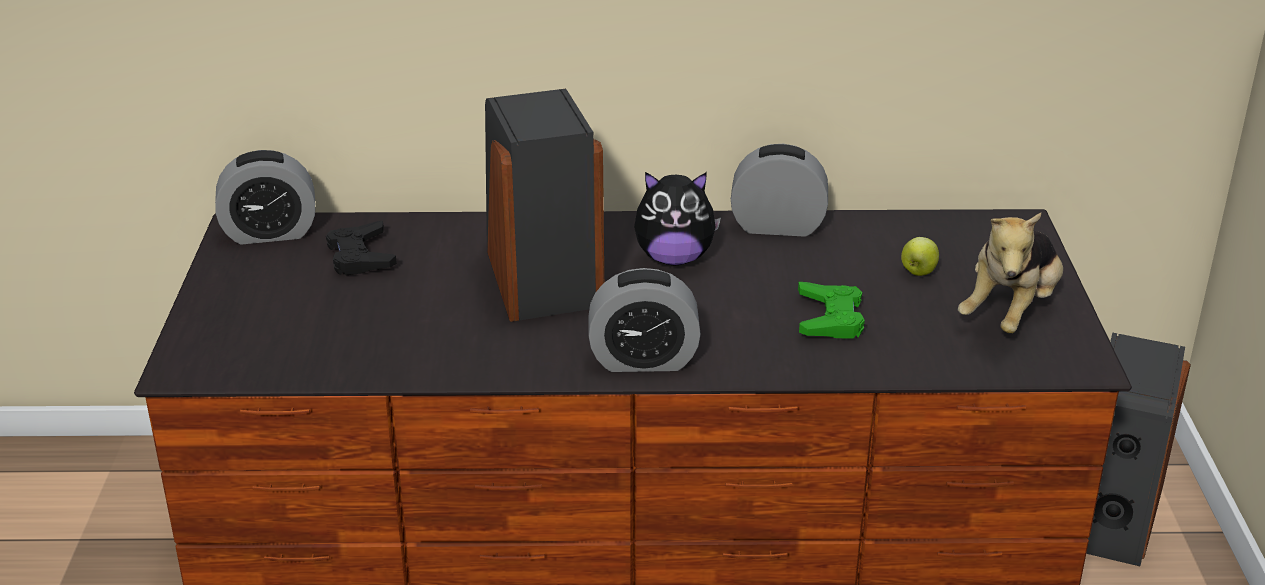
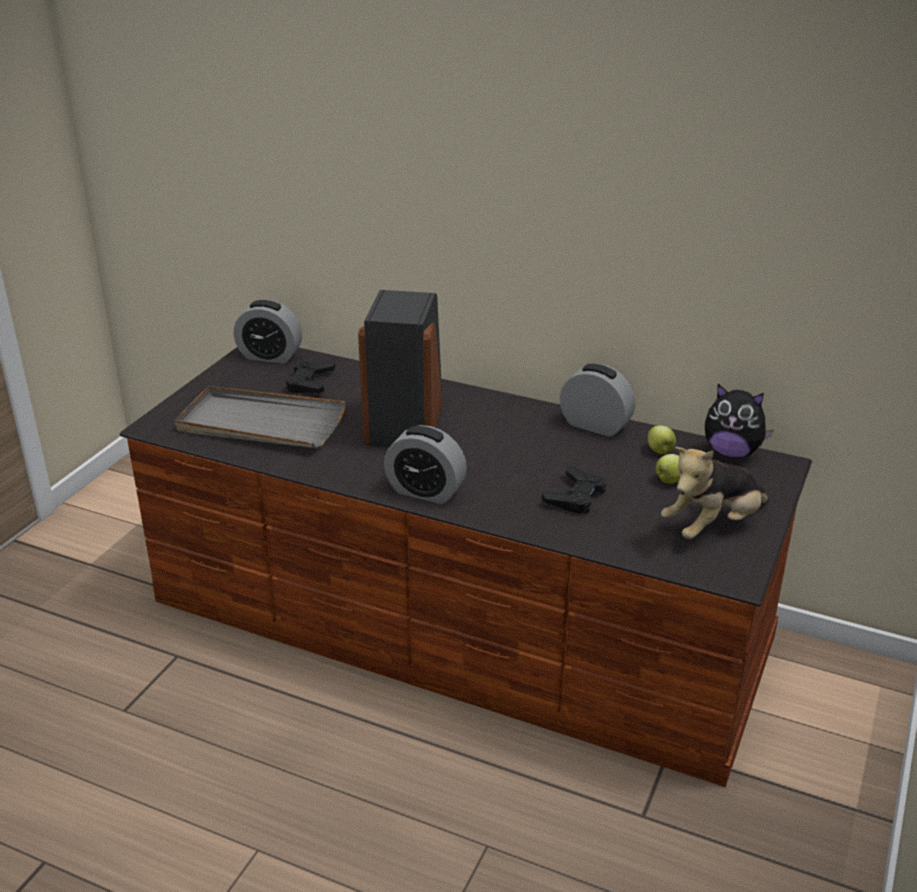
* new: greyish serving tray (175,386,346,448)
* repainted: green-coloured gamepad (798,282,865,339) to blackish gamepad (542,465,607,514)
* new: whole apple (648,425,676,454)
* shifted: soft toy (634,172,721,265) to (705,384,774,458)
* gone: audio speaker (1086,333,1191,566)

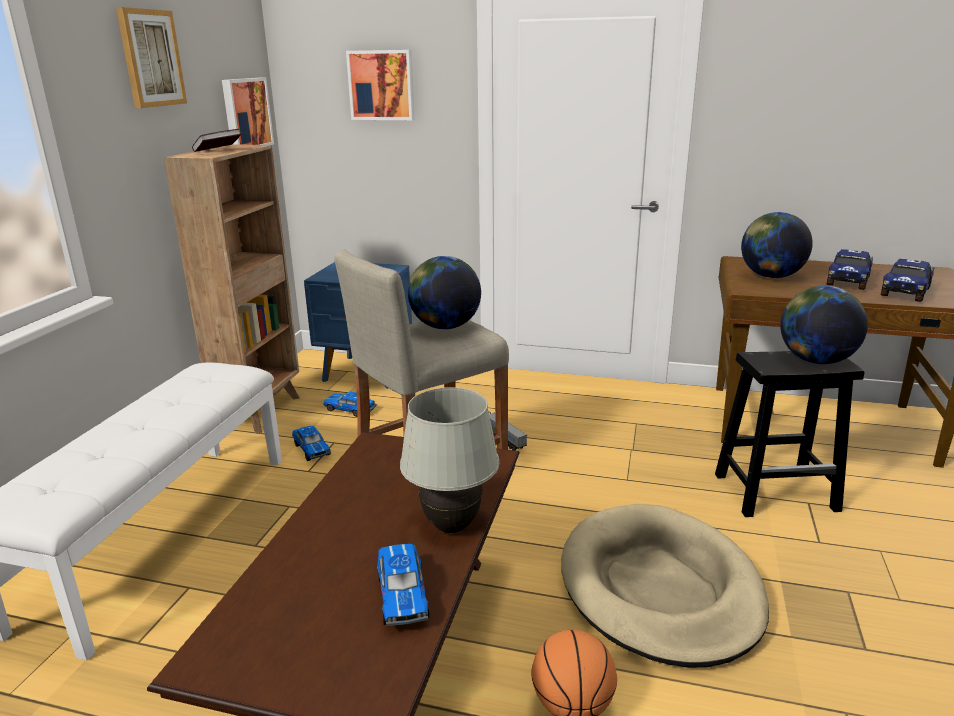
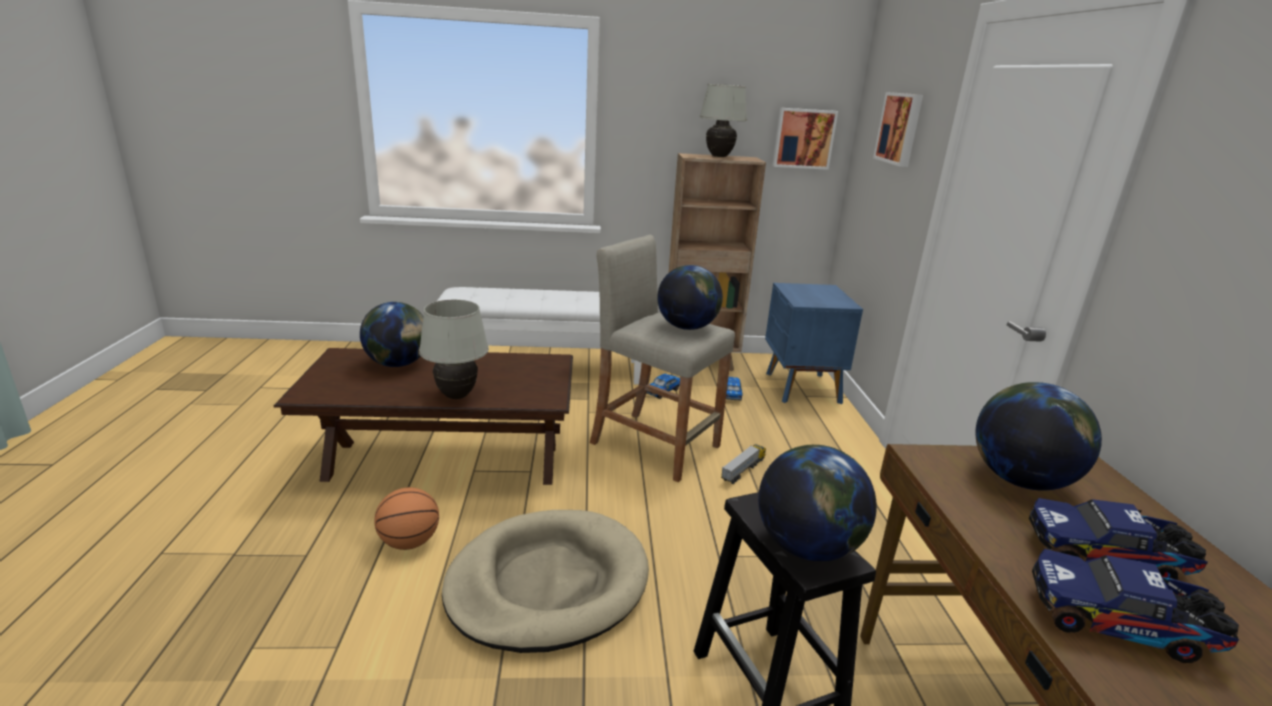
* new: desk globe (360,302,424,367)
* swapped: bound book (192,129,241,152) to white table lamp (699,84,747,157)
* gone: wall art (116,7,187,108)
* gone: toy car (377,544,429,627)

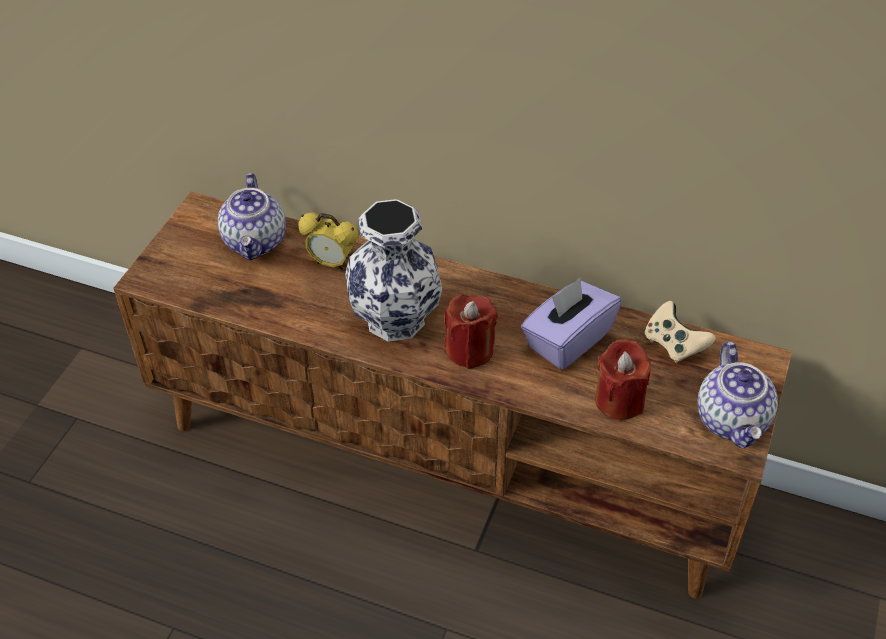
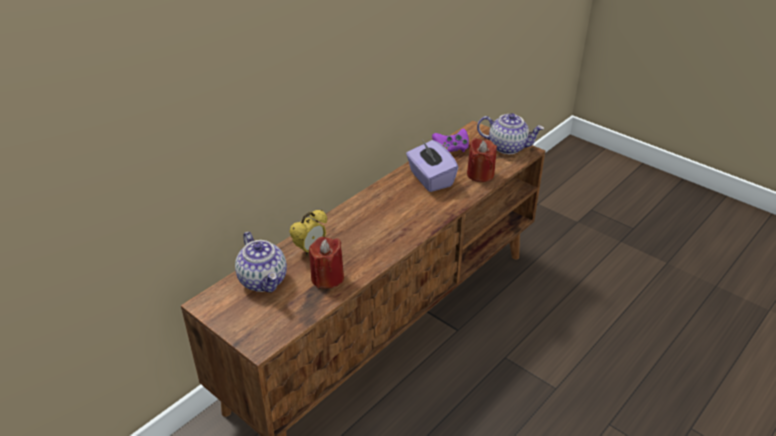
* rotated: pot for tea (218,173,286,260) = (235,232,287,293) 45 degrees clockwise
* shifted: reddish wax light (444,295,498,369) to (309,237,344,289)
* repainted: sand-coloured gamepad (644,301,716,363) to purple-coloured gamepad (432,129,469,152)
* gone: flower vase (345,199,443,342)

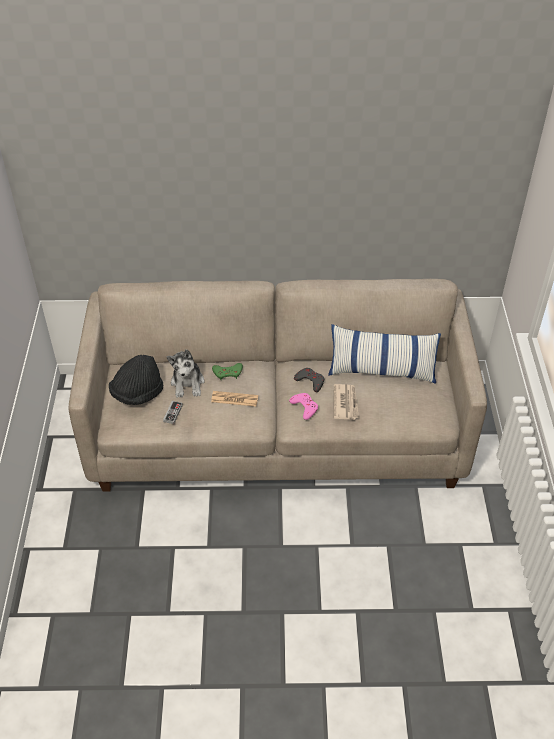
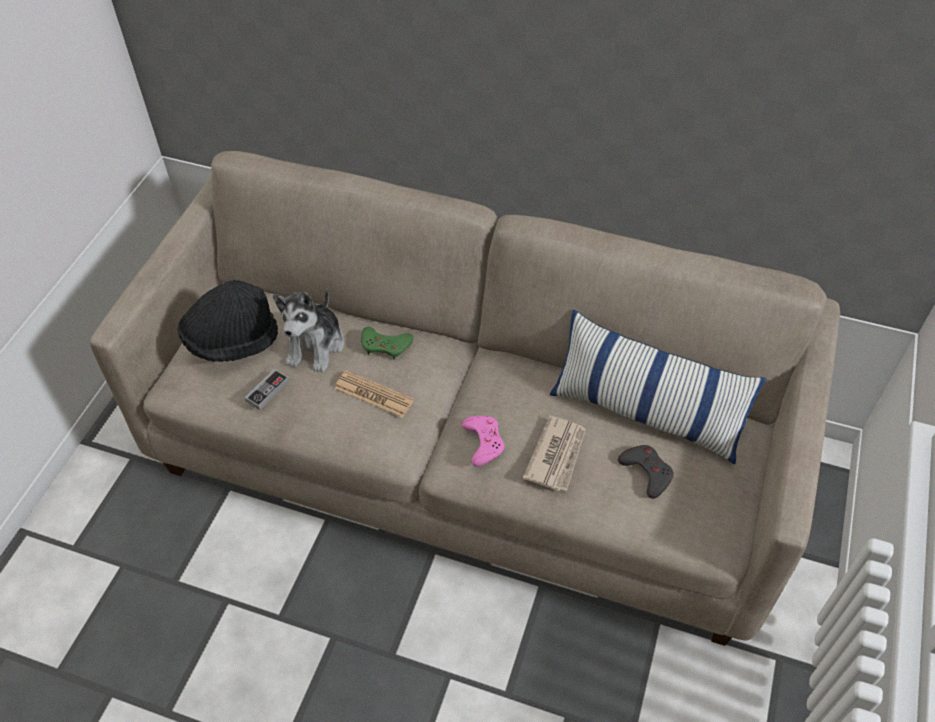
* shifted: greyish gamepad (294,368,324,392) to (618,445,674,499)

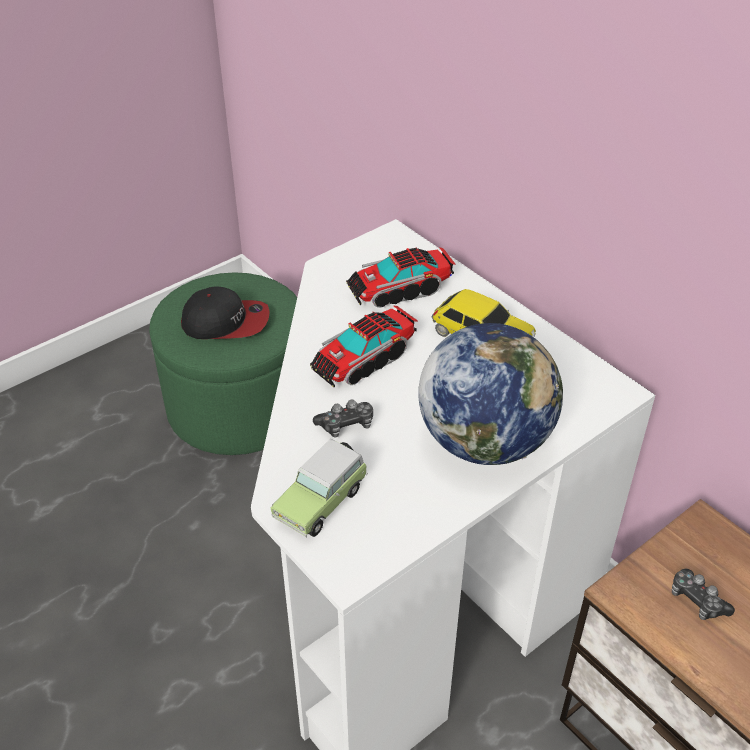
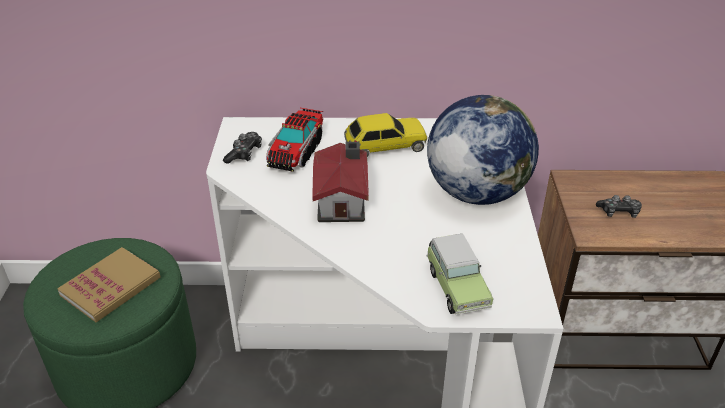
* swapped: baseball cap (181,286,270,339) to bound book (57,247,161,322)
* shifted: gamepad (313,399,373,437) to (223,132,262,164)
* swapped: model truck (310,306,418,387) to model house (312,142,369,222)

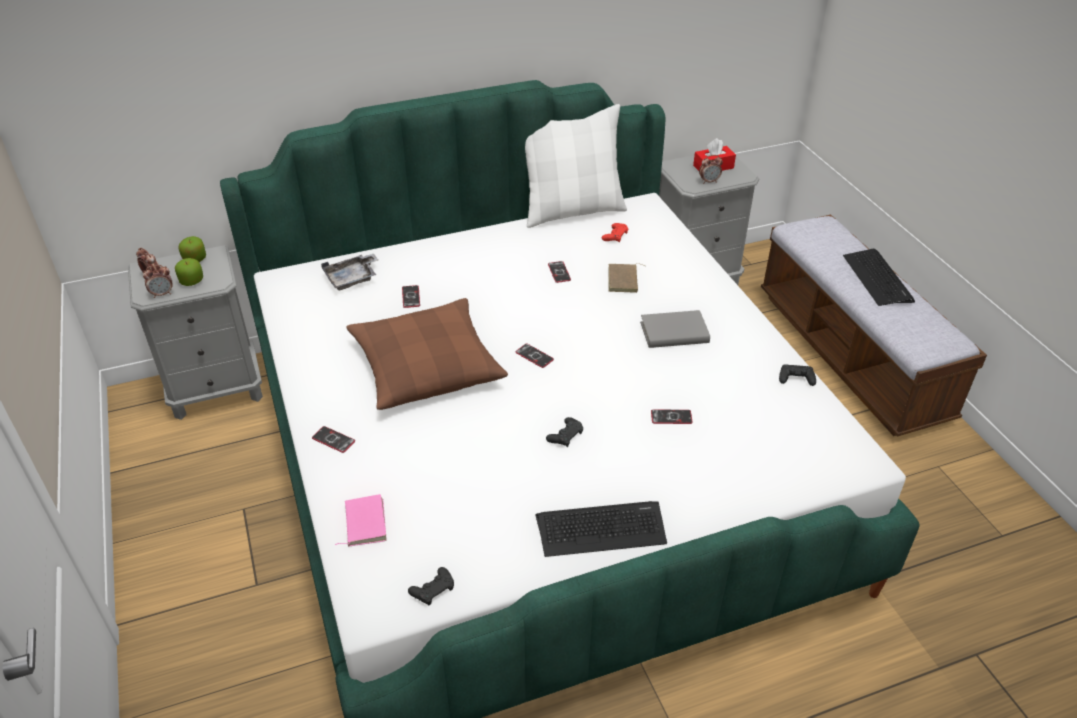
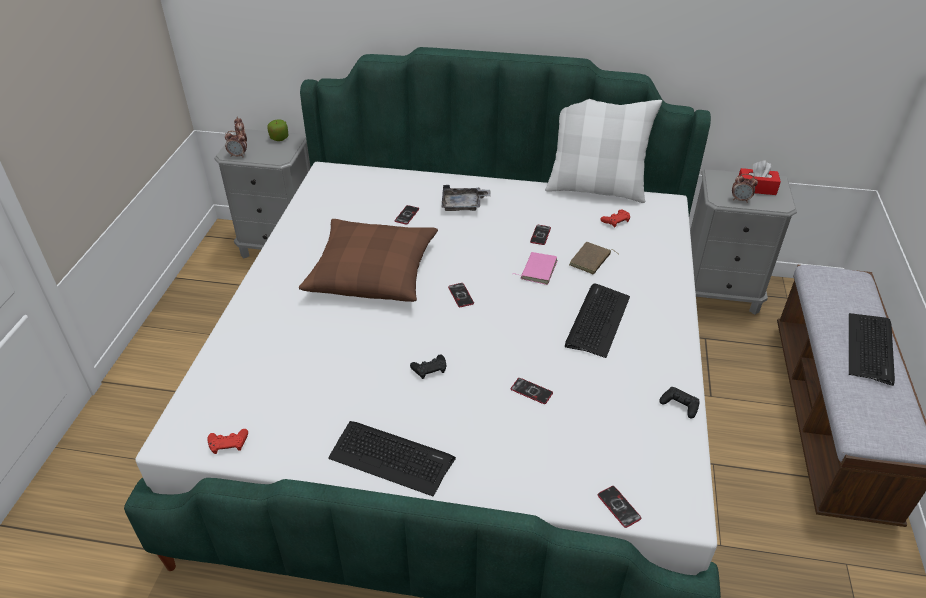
* repainted: blackish gamepad (408,567,454,605) to reddish gamepad (207,429,248,454)
* shifted: greyish serving tray (321,254,378,290) to (441,185,490,211)
* shifted: pink-coloured bound book (335,494,387,546) to (517,252,557,285)
* swapped: greyish bound book (640,310,710,348) to PC keyboard (565,284,630,358)
* shifted: phone (312,426,355,453) to (597,486,641,528)
* gone: whole apple (175,258,203,286)

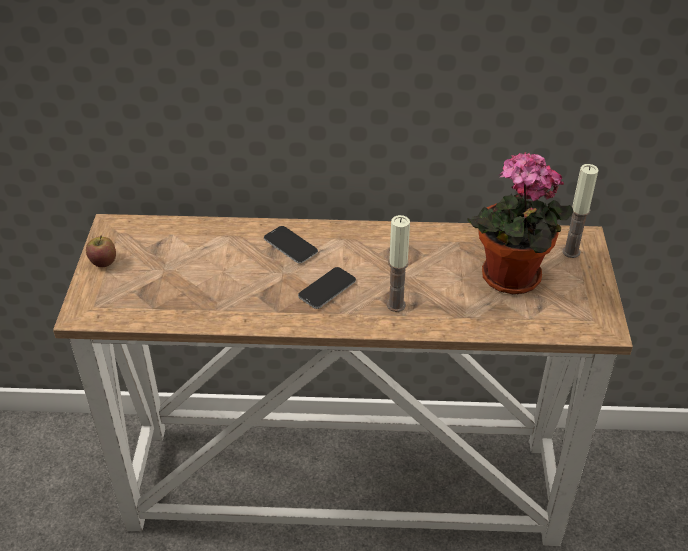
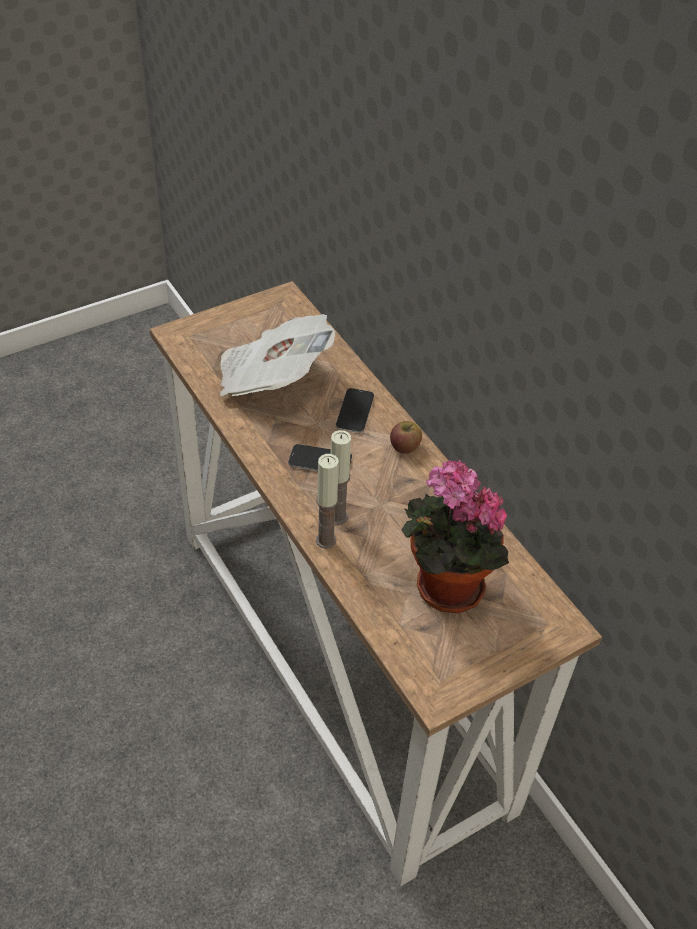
* new: newspaper (220,314,335,396)
* shifted: wax light (562,164,599,258) to (316,454,339,549)
* shifted: whole apple (86,235,116,267) to (390,421,422,454)

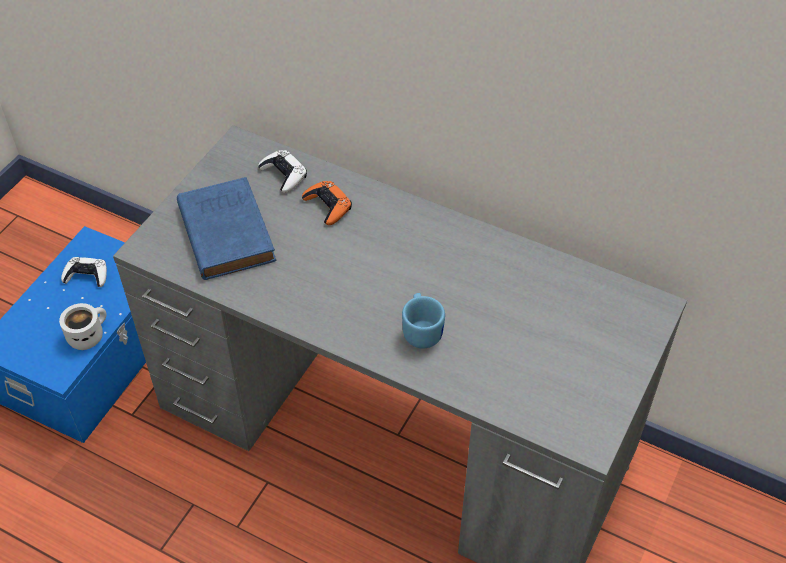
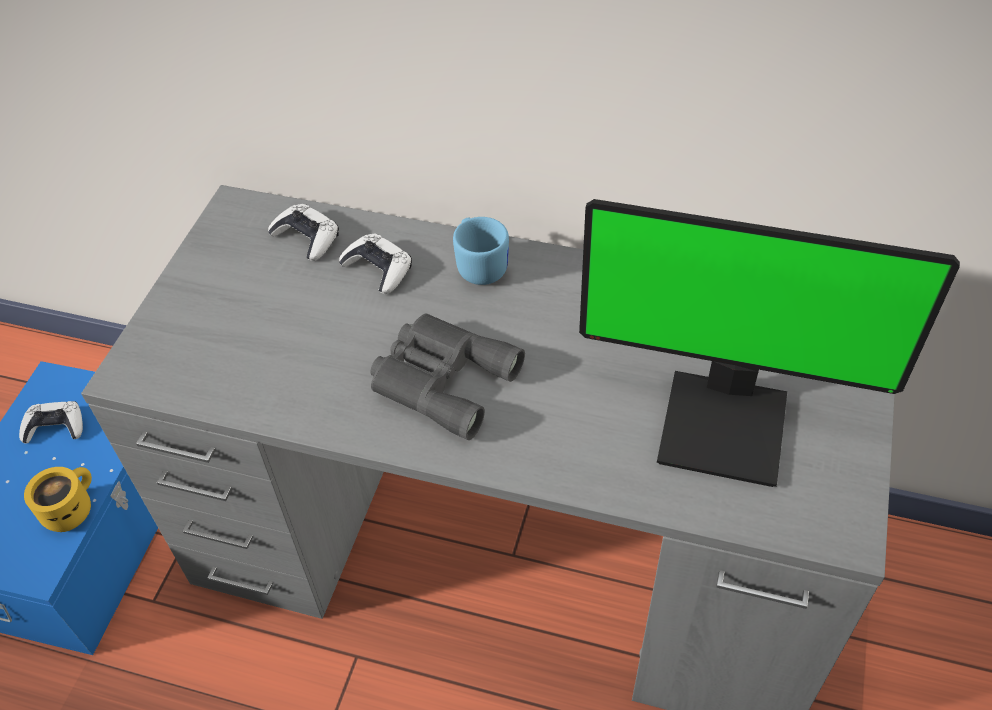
* repainted: white mug (59,303,107,350) to yellowish mug (24,467,92,532)
* repainted: orange gamepad (302,181,352,225) to white gamepad (339,233,412,294)
* new: greyish field glasses (370,313,525,440)
* shifted: bluish mug (402,293,445,349) to (453,217,509,285)
* new: monitor (579,199,960,487)
* gone: bluish bound book (177,177,276,280)

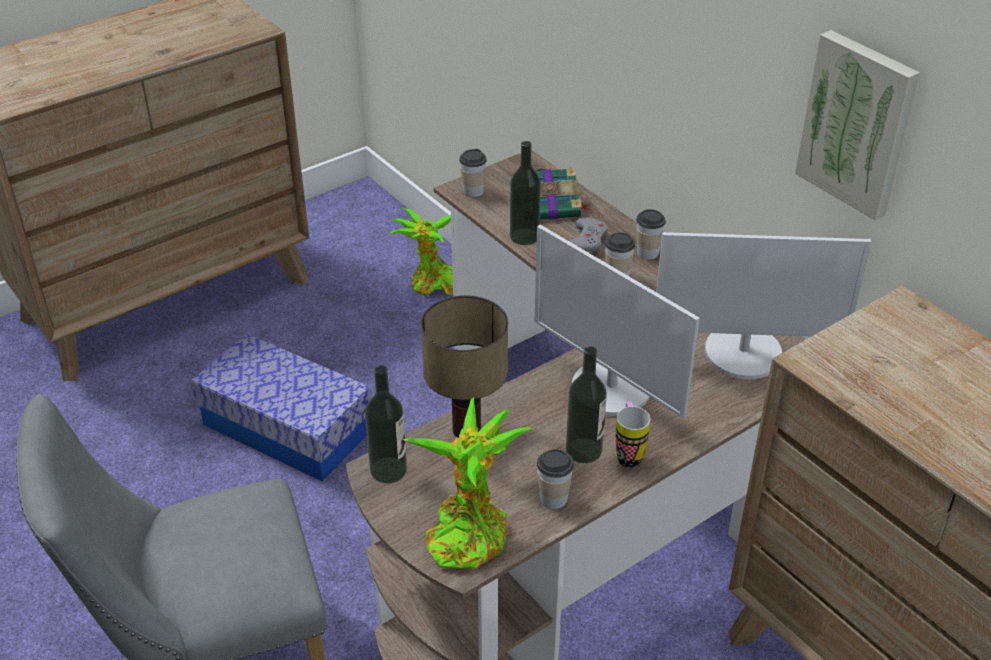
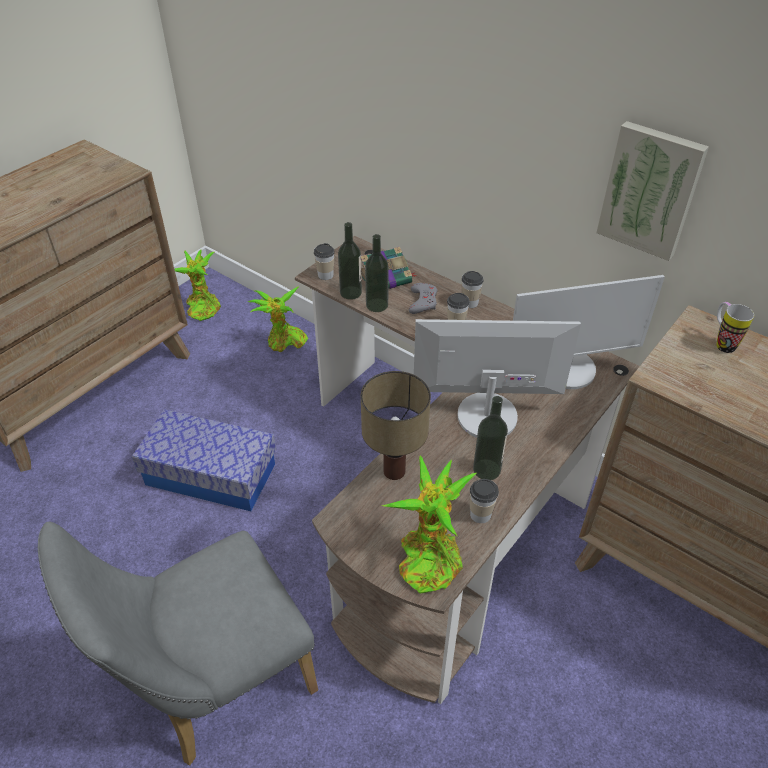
* new: plant in a pot (175,249,221,321)
* shifted: beverage bottle (365,365,407,483) to (338,222,362,300)
* rotated: monitor (535,225,700,418) = (414,319,581,438) 150 degrees clockwise
* shifted: mug (616,402,650,468) to (716,302,754,353)

